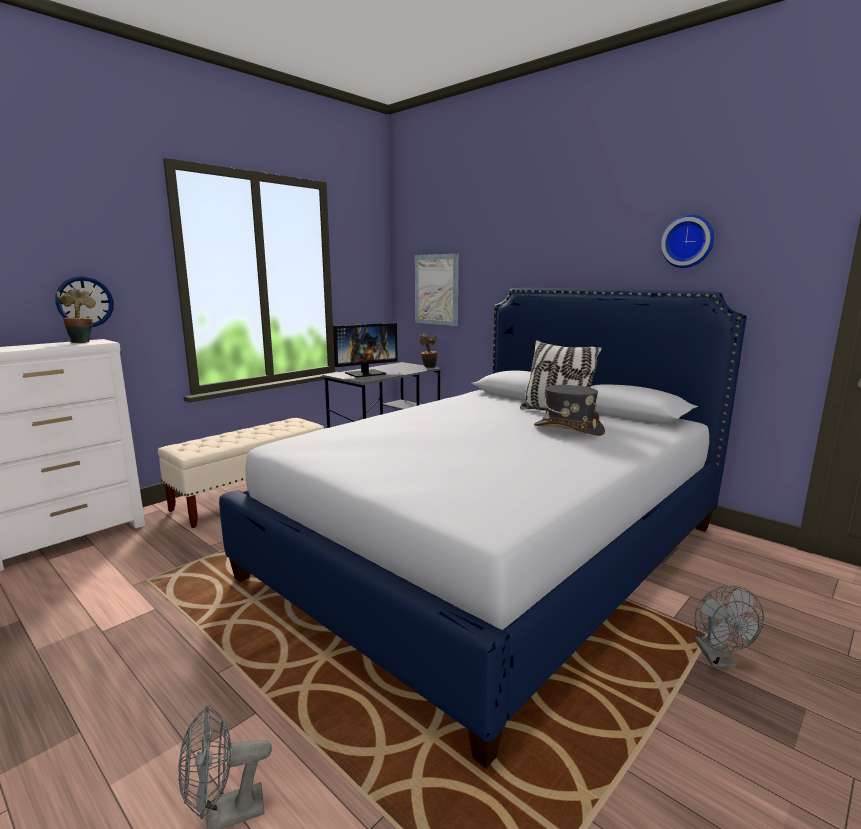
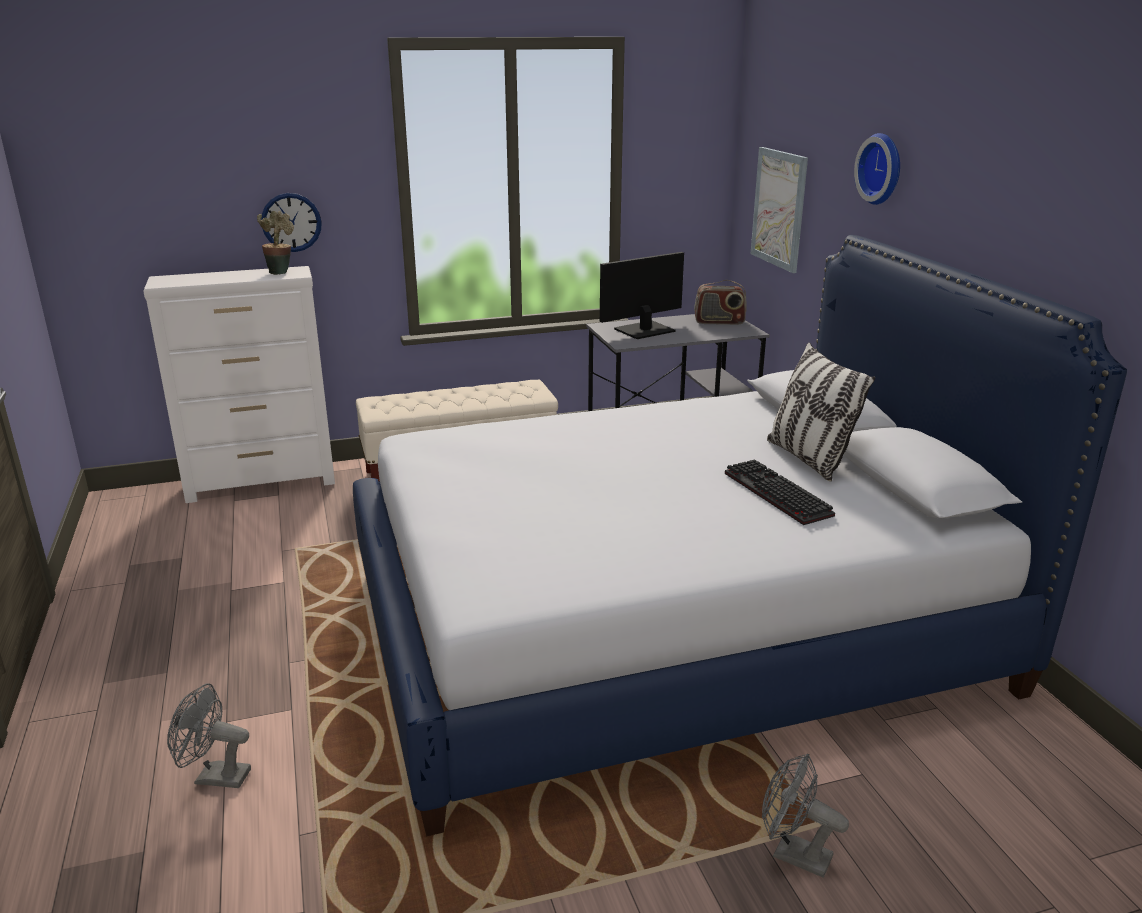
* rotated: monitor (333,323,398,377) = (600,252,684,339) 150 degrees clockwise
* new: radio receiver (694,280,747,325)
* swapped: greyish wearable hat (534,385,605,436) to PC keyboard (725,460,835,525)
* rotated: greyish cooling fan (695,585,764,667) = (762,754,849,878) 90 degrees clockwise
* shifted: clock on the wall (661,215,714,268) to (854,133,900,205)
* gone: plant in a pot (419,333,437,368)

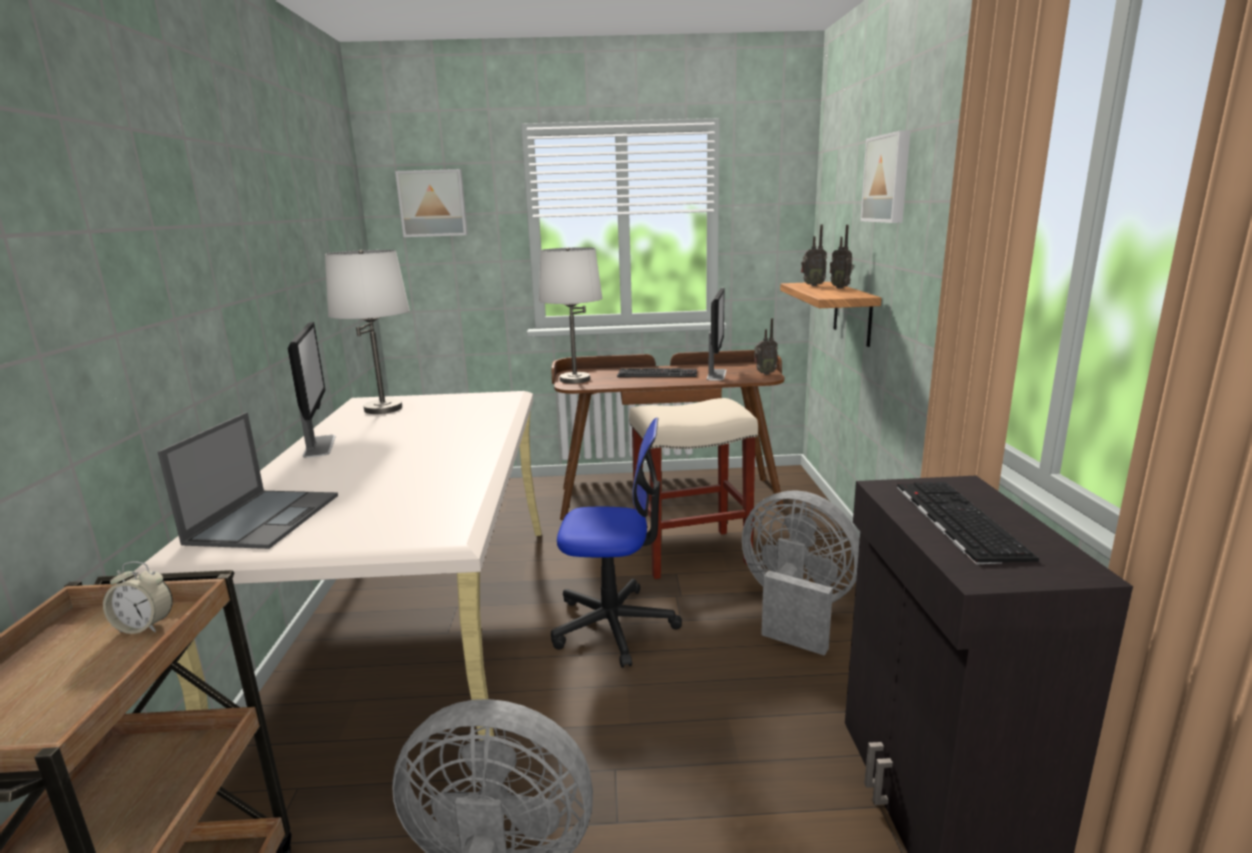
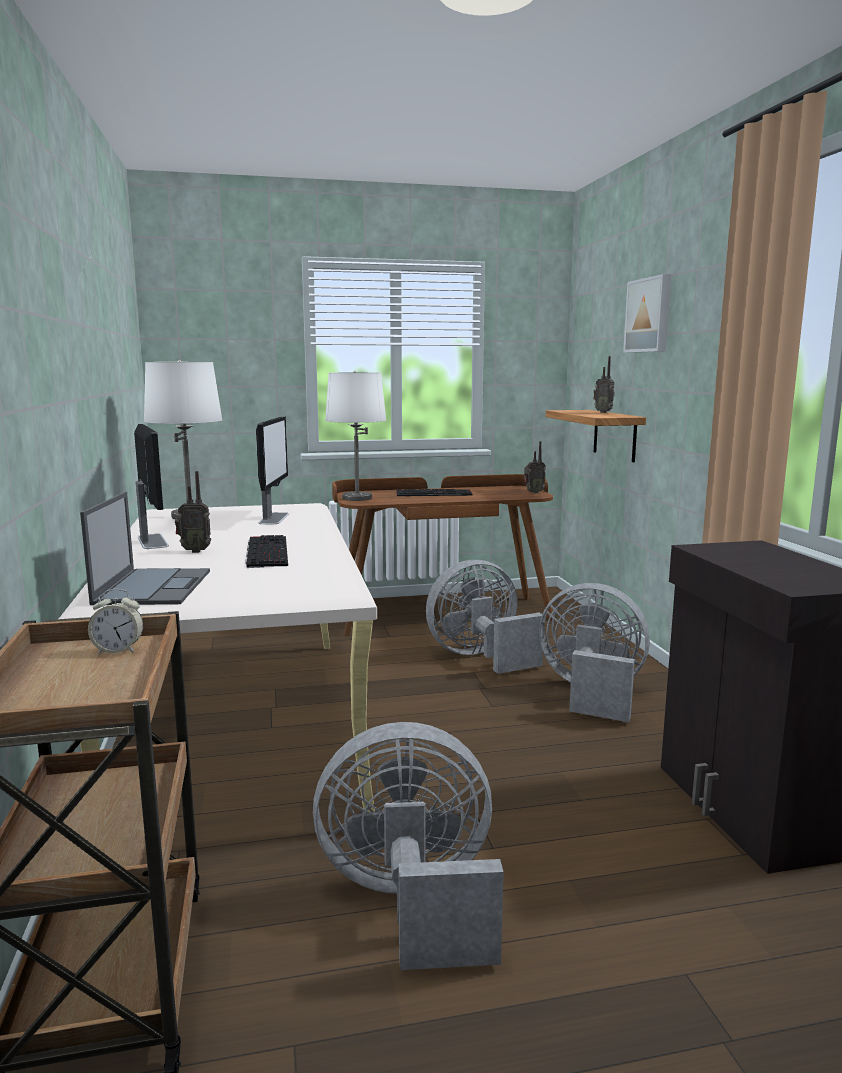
* shifted: radio receiver (801,224,827,286) to (175,471,211,553)
* shifted: PC keyboard (897,482,1039,564) to (245,535,288,568)
* shifted: monitor (707,288,727,381) to (256,416,289,524)
* swapped: sand-coloured stool seat (629,398,758,579) to greyish cooling fan (426,560,543,674)
* gone: wall art (395,169,468,237)
* gone: office chair (551,418,682,668)

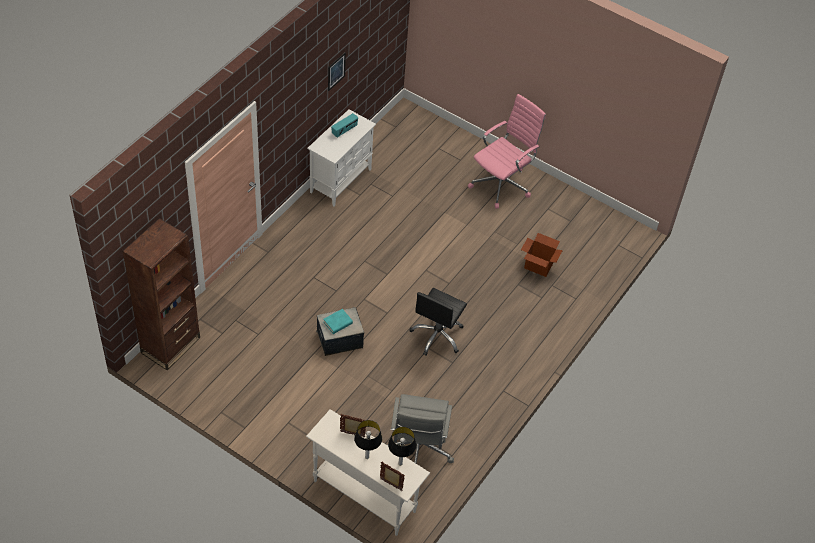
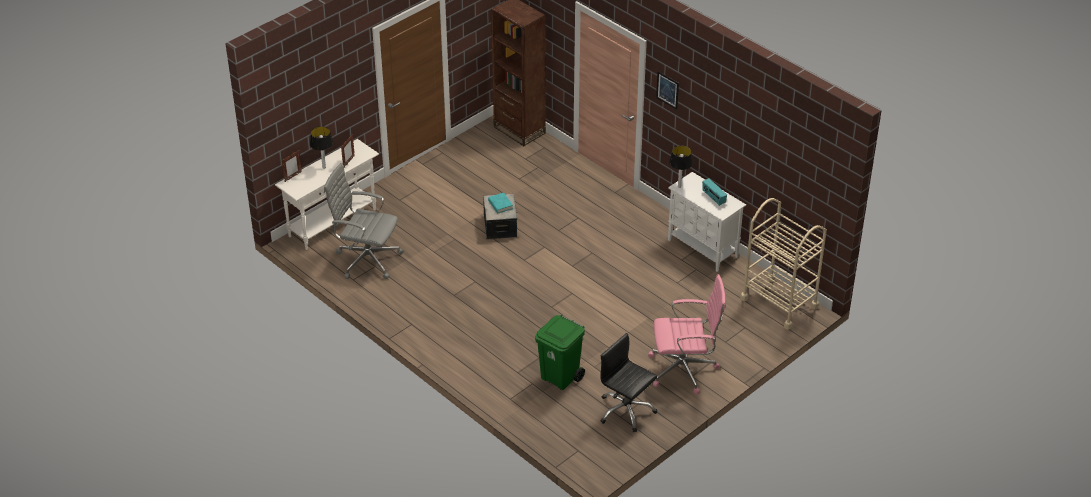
* swapped: cardboard box (521,233,563,277) to green-coloured trash can (535,314,585,390)
* shifted: blackish office chair (409,288,467,355) to (600,333,657,432)
* rotated: pink-coloured office chair (468,94,546,209) = (648,274,726,395) 60 degrees counterclockwise
* shifted: wall art (328,52,346,91) to (656,71,679,110)
* shifted: table lamp (388,427,416,466) to (669,145,693,188)
* new: sand-coloured trolley (740,198,827,330)

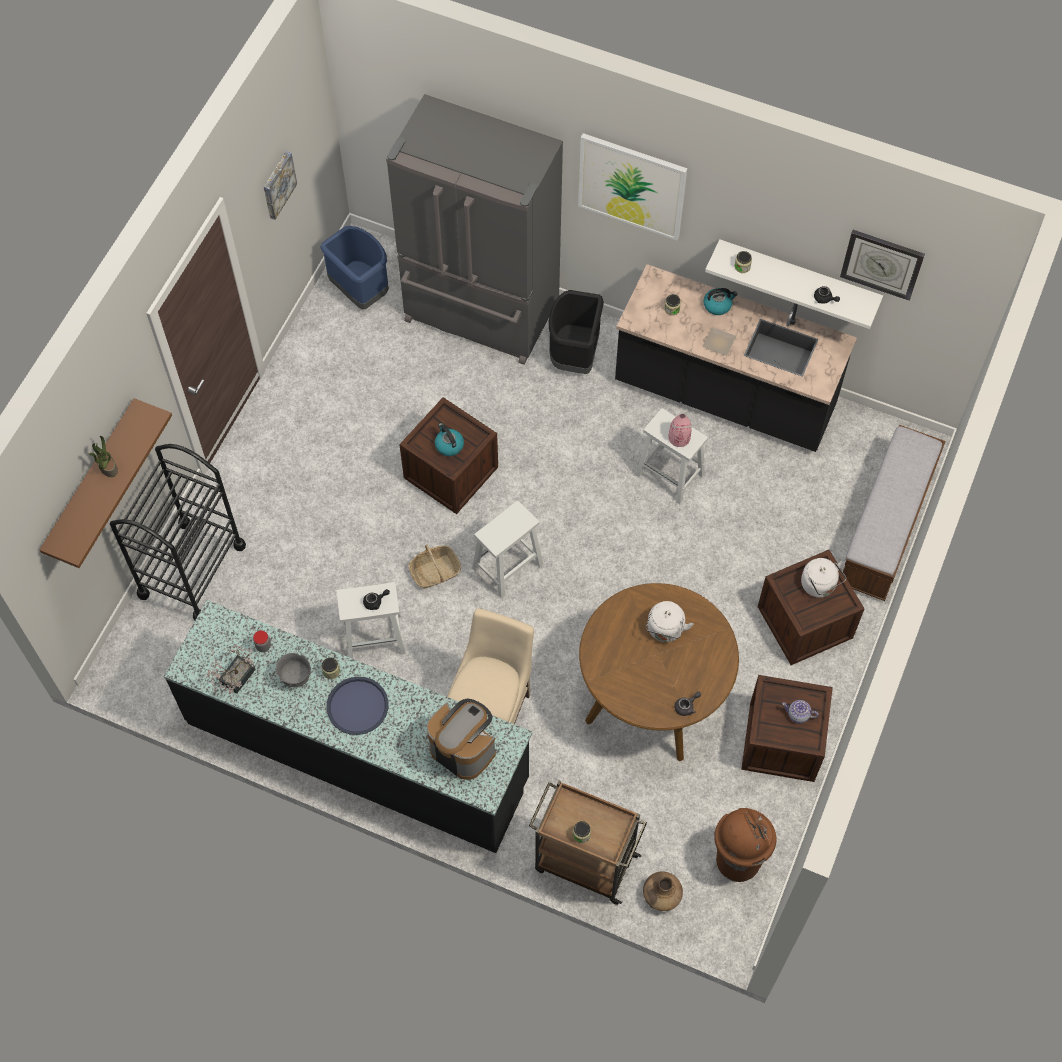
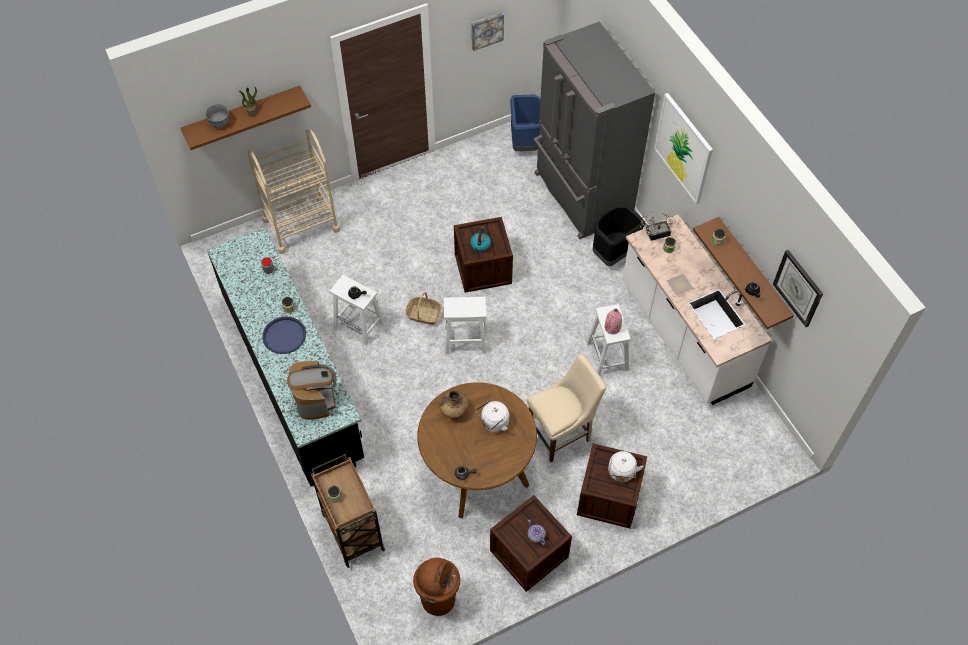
* shifted: greyish serving bowl (276,653,311,687) to (205,104,229,128)
* repainted: blackish trolley (110,444,246,620) to sand-coloured trolley (247,129,340,254)
* shifted: brown flower vase (643,872,683,911) to (439,390,469,419)
* shifted: sand-coloured chair (447,609,534,724) to (527,354,606,462)
* repainted: blackish counter (615,264,857,452) to white counter (622,215,772,405)
* shifted: plant in a pot (207,644,256,694) to (640,211,676,241)
* repainted: white wall shelf (705,239,883,329) to brown wall shelf (693,217,794,329)
* gone: kettle (703,288,737,315)
* gone: long seat (843,425,946,601)

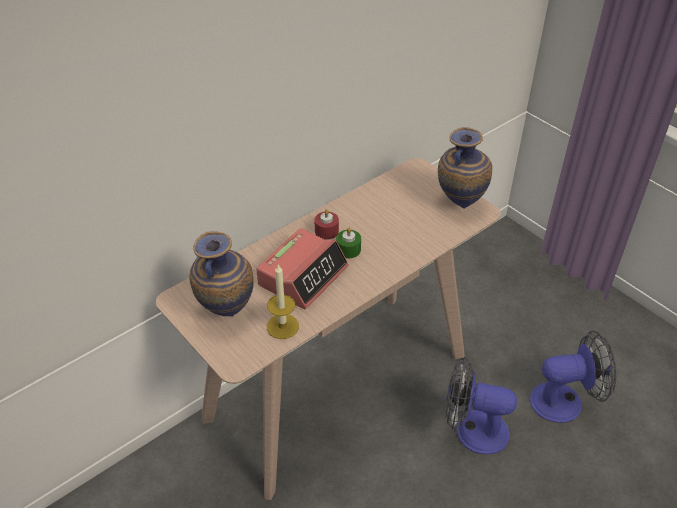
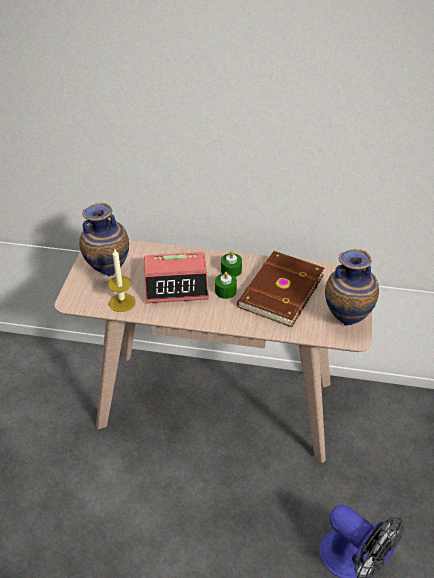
* repainted: reddish wax light (314,209,339,240) to green-coloured wax light (221,251,242,277)
* new: brown bound book (237,251,324,327)
* gone: cooling fan (446,357,517,454)

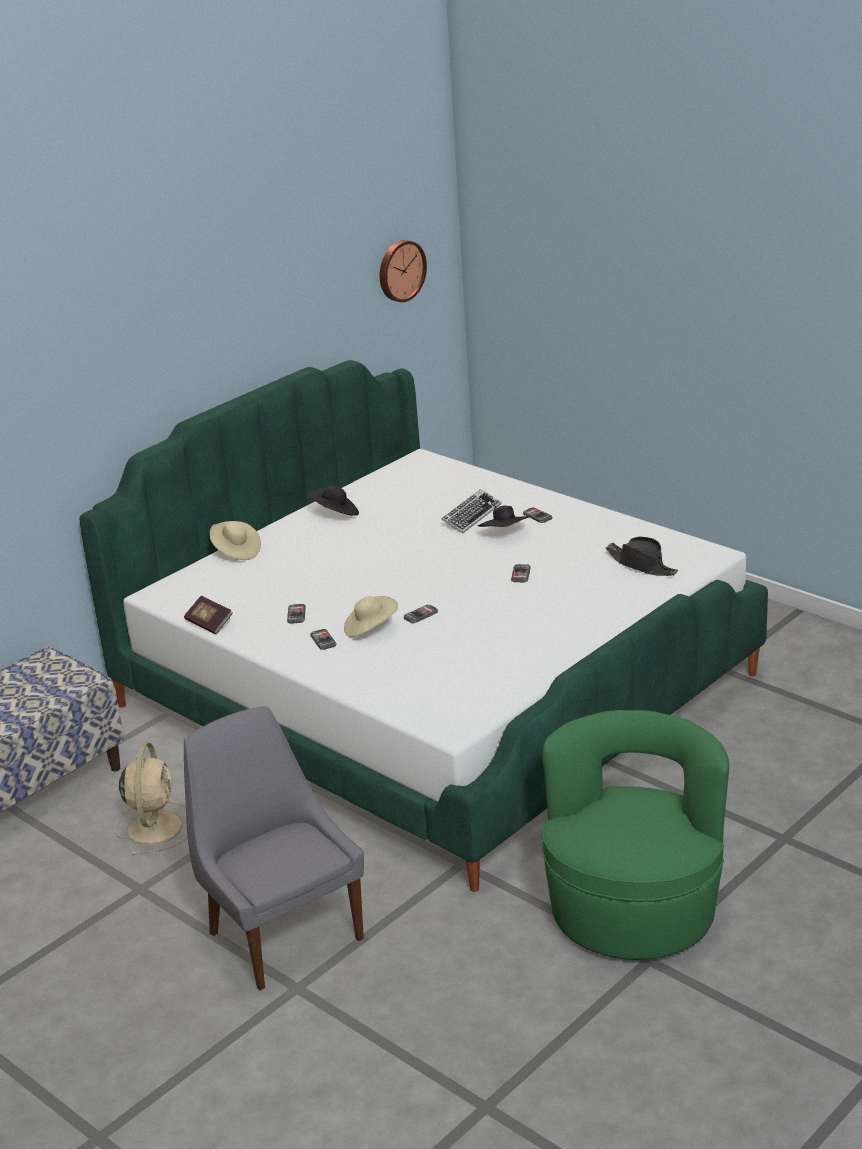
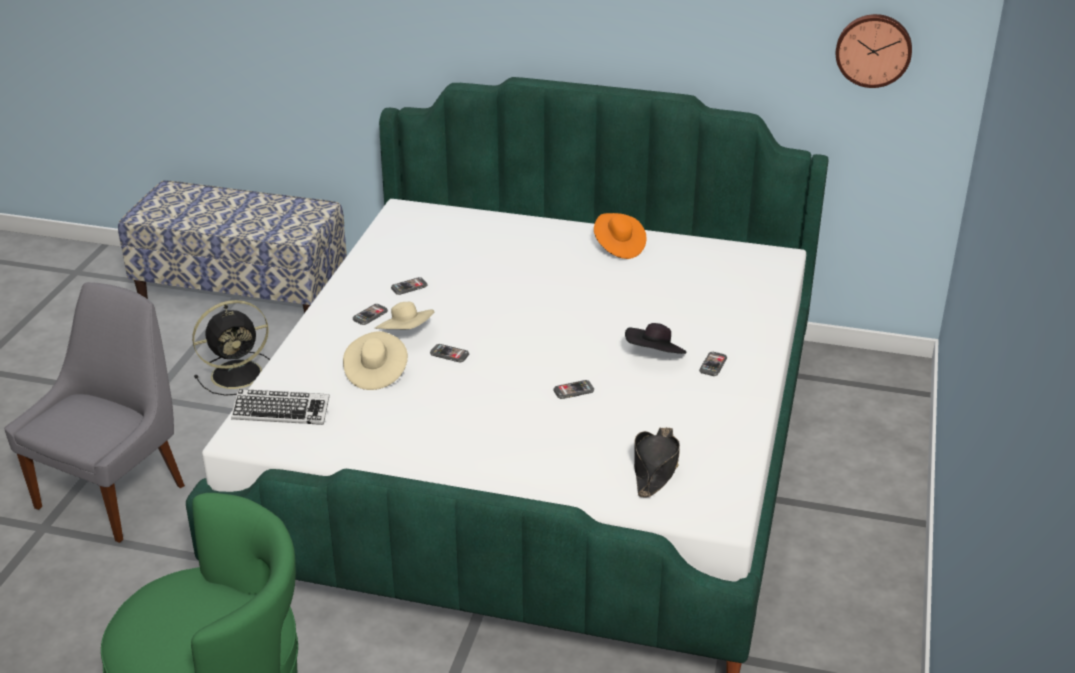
* repainted: sand-coloured cooling fan (115,743,188,855) to blackish cooling fan (192,300,270,396)
* shifted: PC keyboard (441,489,501,533) to (231,389,330,425)
* shifted: sand-coloured wearable hat (210,521,261,560) to (343,331,408,390)
* repainted: blackish wearable hat (308,485,359,516) to orange wearable hat (594,213,646,259)
* gone: bound book (184,596,233,634)

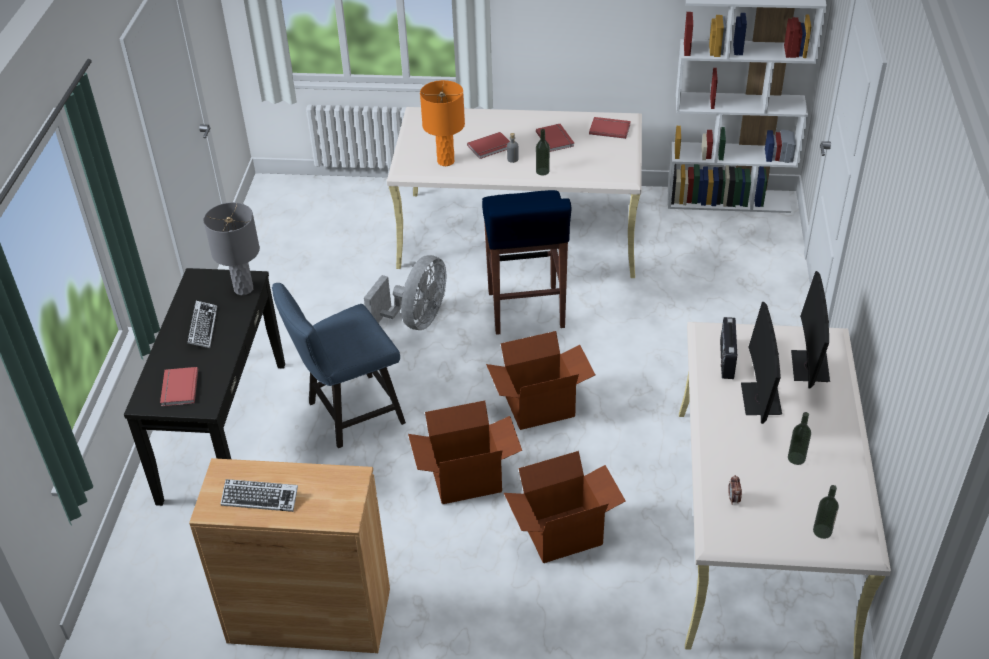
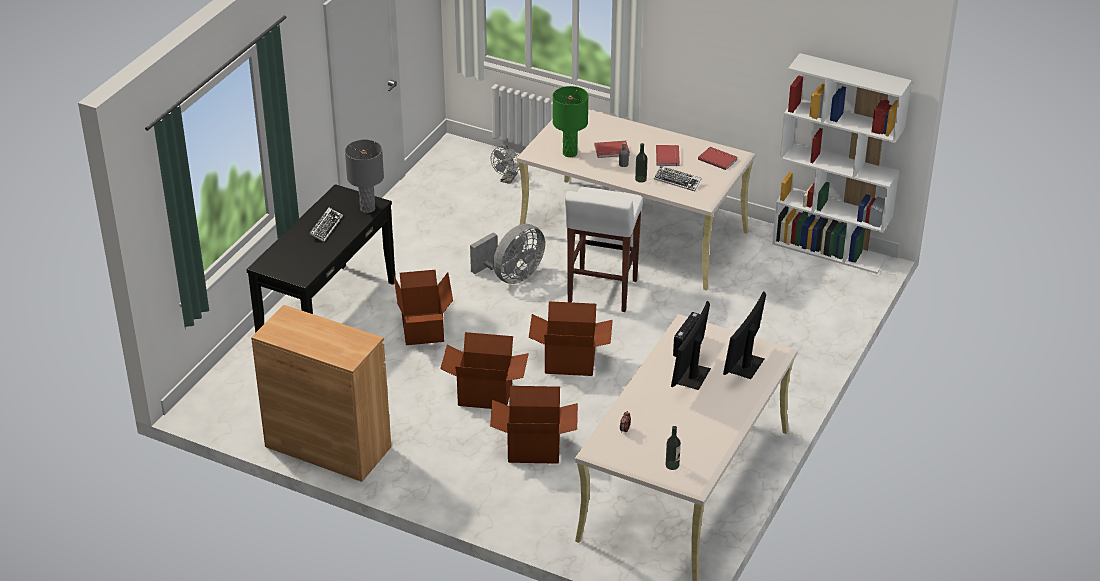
* swapped: bluish chair (272,283,406,448) to cardboard box (394,270,453,345)
* new: greyish cooling fan (491,146,519,184)
* repainted: orange table lamp (420,80,465,166) to green-coloured table lamp (553,86,588,157)
* repainted: bluish stool seat (482,190,572,335) to white stool seat (565,187,643,312)
* shifted: PC keyboard (220,479,298,512) to (654,166,702,191)
* gone: reddish bound book (160,367,198,406)
* gone: beverage bottle (788,412,811,465)

